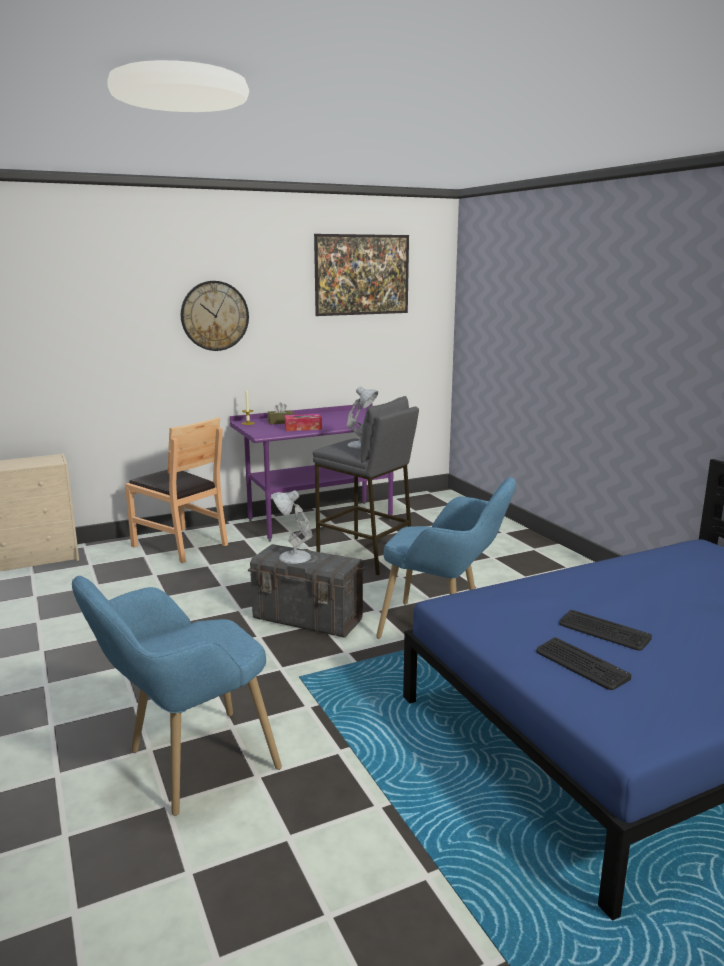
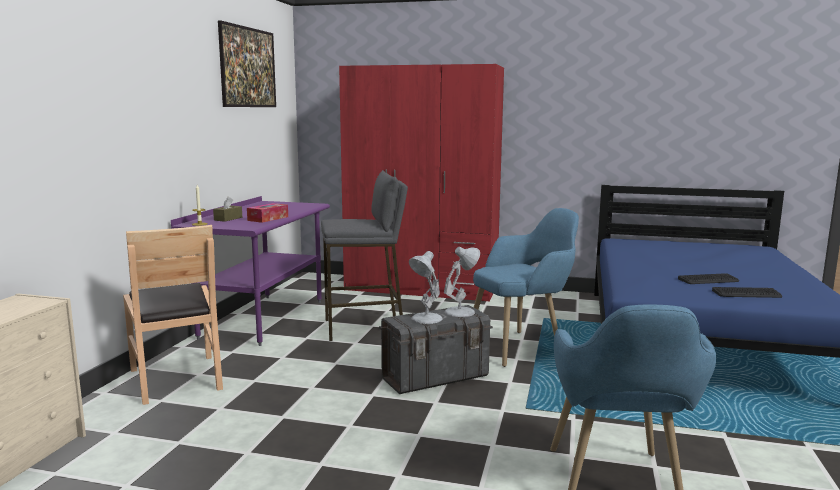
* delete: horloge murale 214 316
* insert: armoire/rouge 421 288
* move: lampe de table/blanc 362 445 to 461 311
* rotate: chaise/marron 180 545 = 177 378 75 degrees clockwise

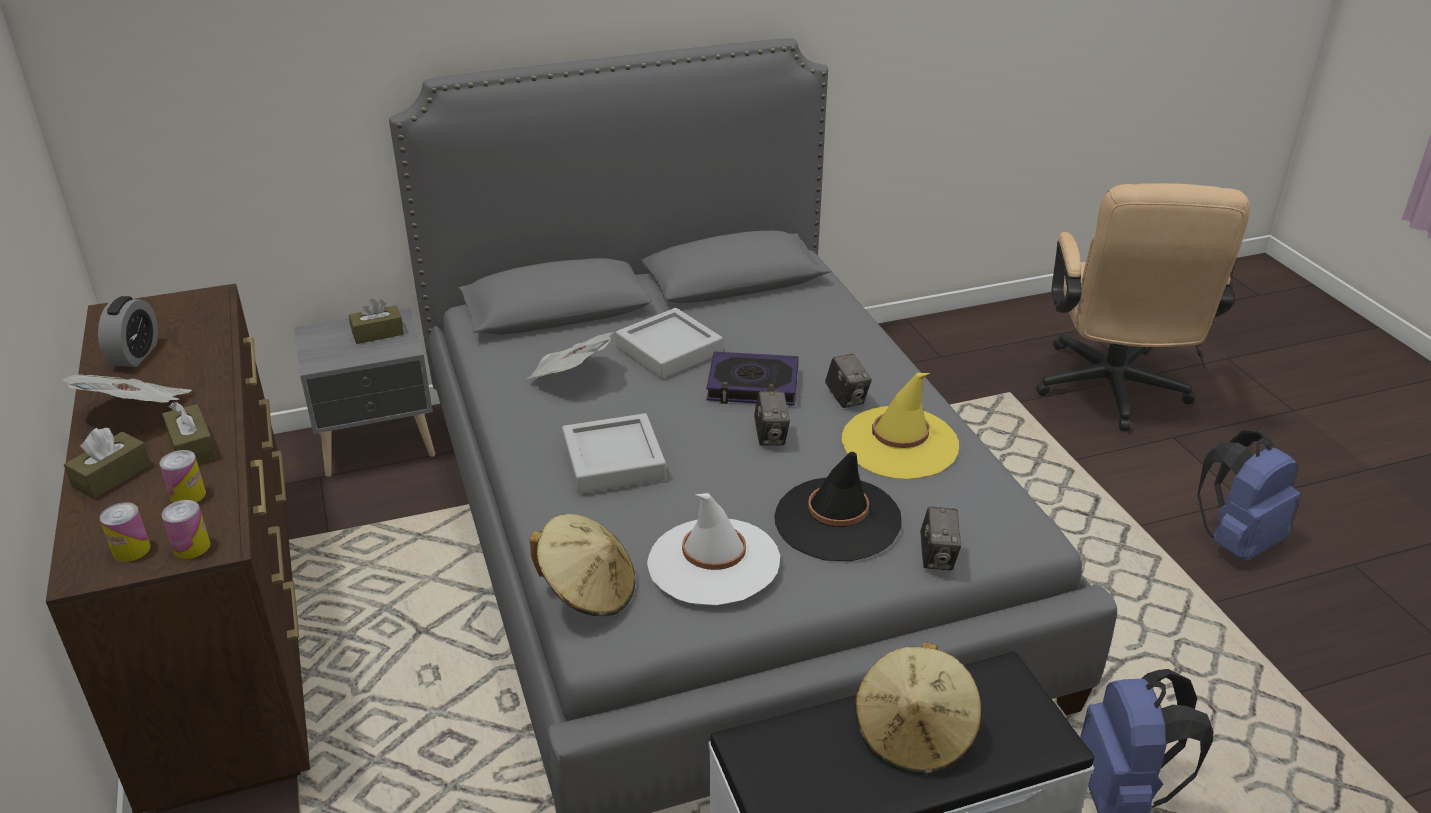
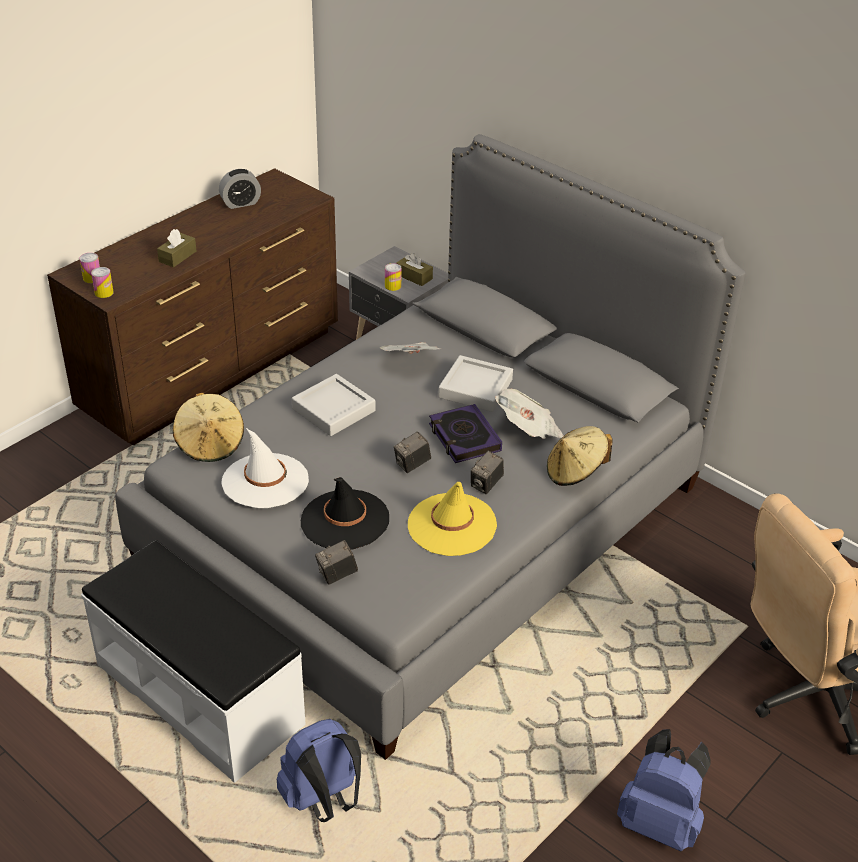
* delete: boîte à mouchoirs/marron 112 476
* move: journal 137 412 to 528 429
* move: boîte métallique 188 495 to 393 286
* move: chapeau/beige 915 735 to 575 472

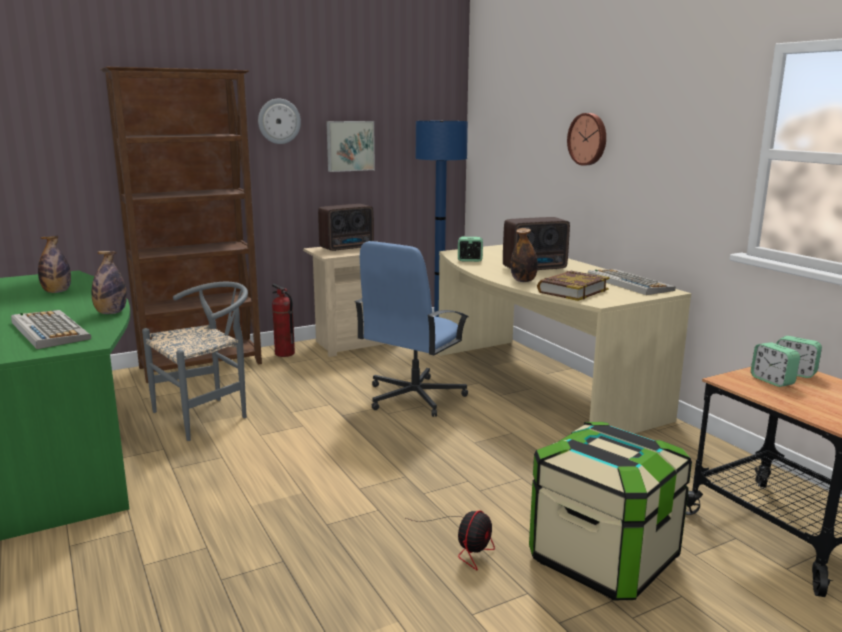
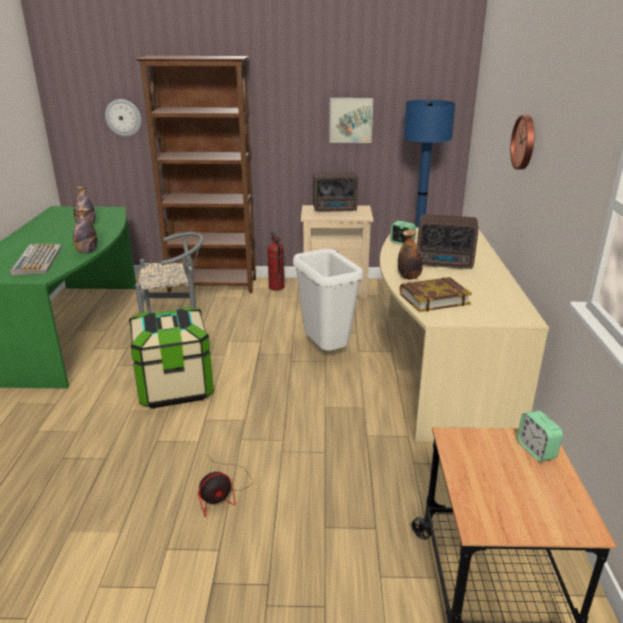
* delete: clavier 628 283
* delete: réveil 772 381
* move: horloge murale 279 121 to 123 117
* move: boîte de rangement 603 559 to 175 387
* replace: chaise de bureau/bleu 413 397 to poubelle/blanc 325 351

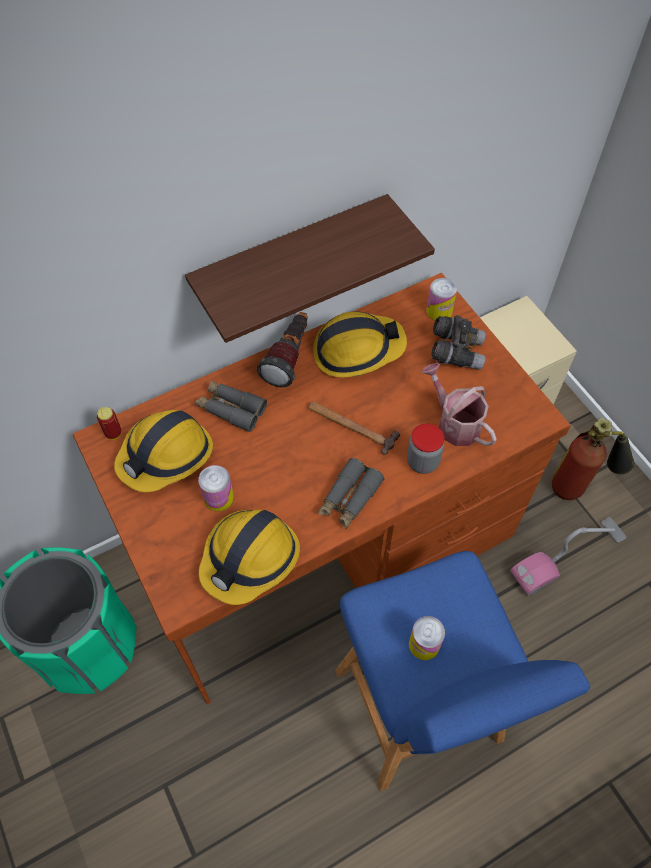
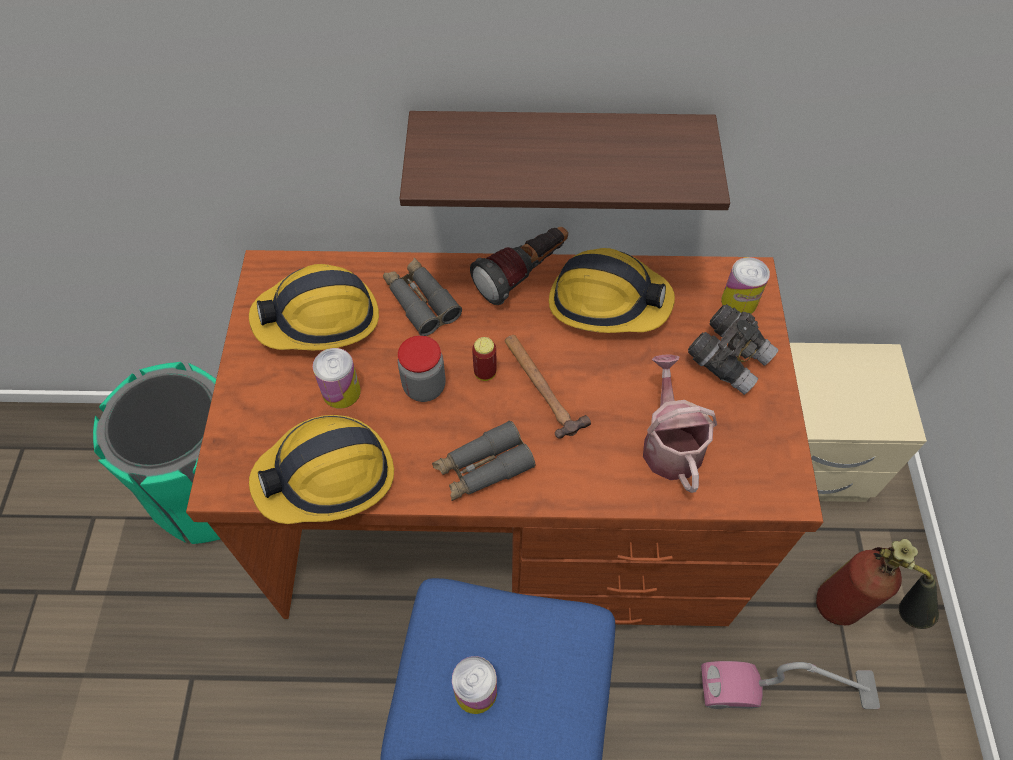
* move: boîte métallique 113 433 to 485 372
* move: bocal 422 461 to 424 387

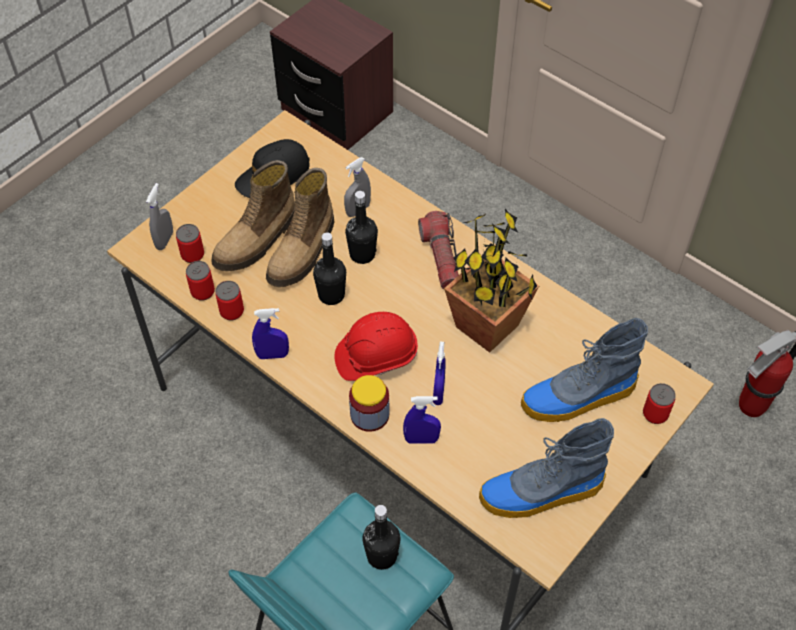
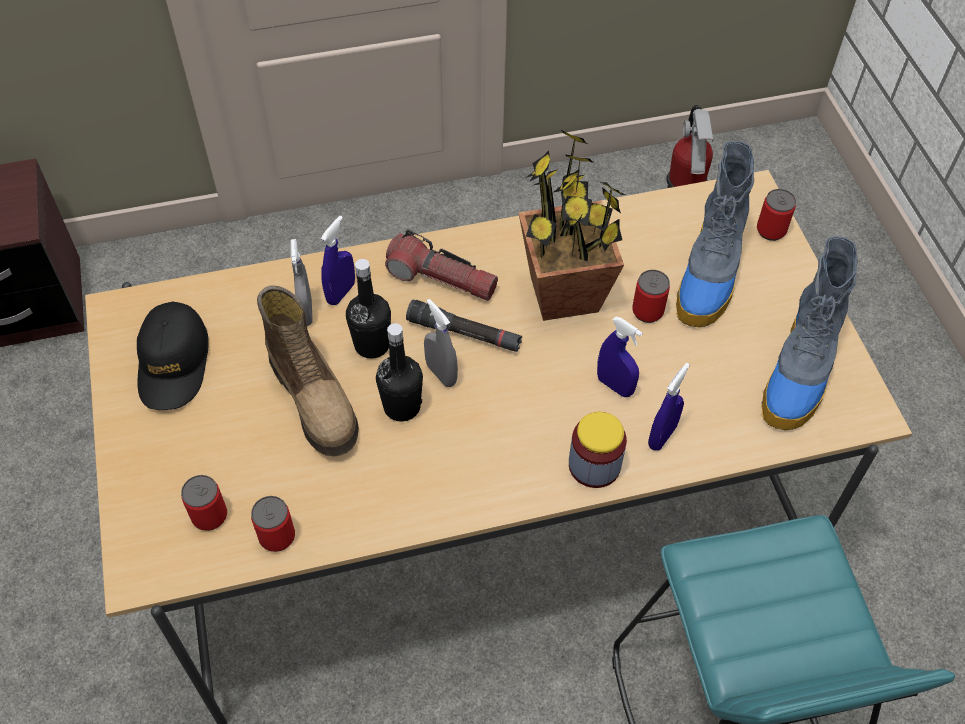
* delete: botte 257 240
* delete: casque de chantier/rouge 376 356
* delete: bouteille/noir 382 556
* insert: lampe de poche/noir 464 333
* move: vaporisateur/gris 164 240 to 441 374
* move: boîte métallique 232 311 to 647 311
* move: vaporisateur/bleu 272 355 to 341 293

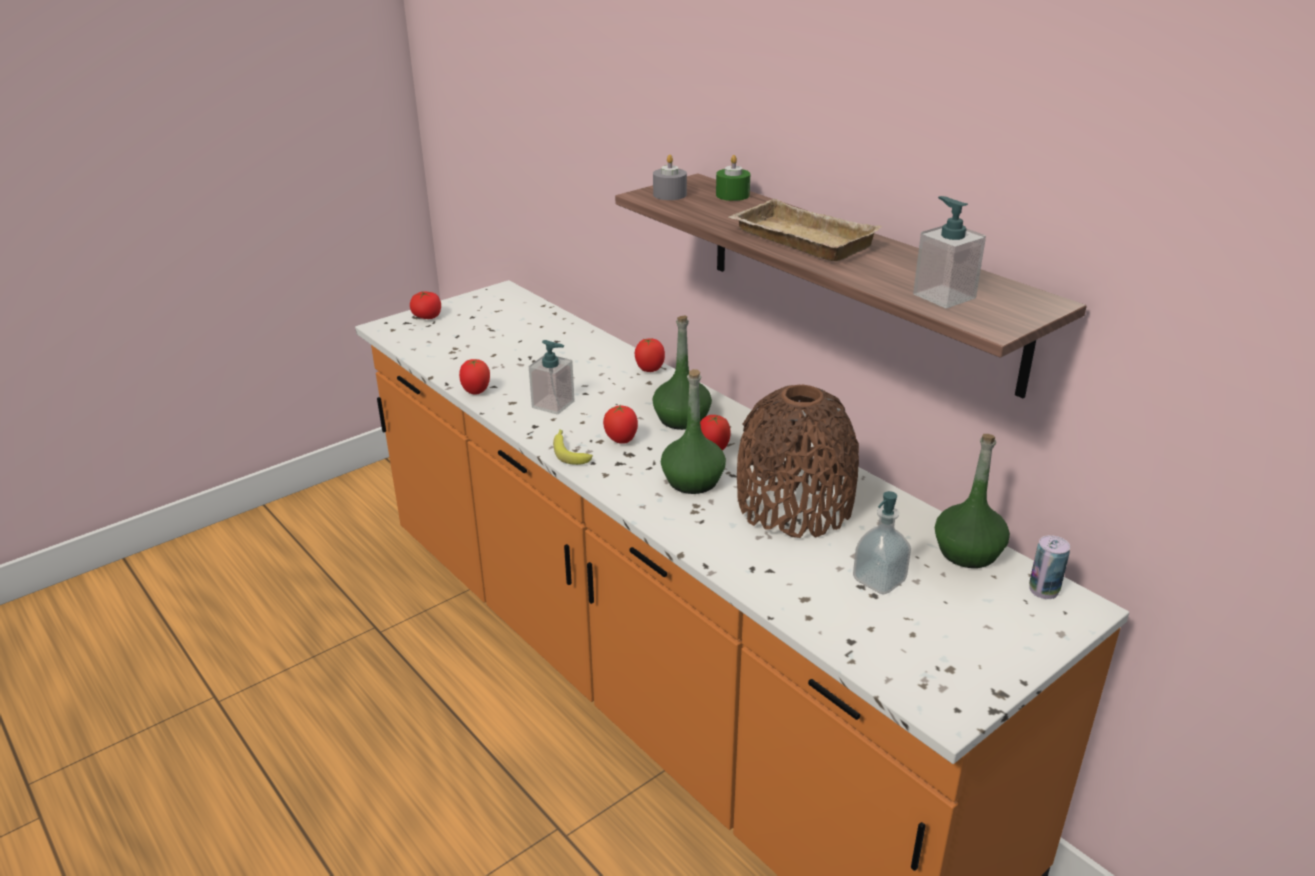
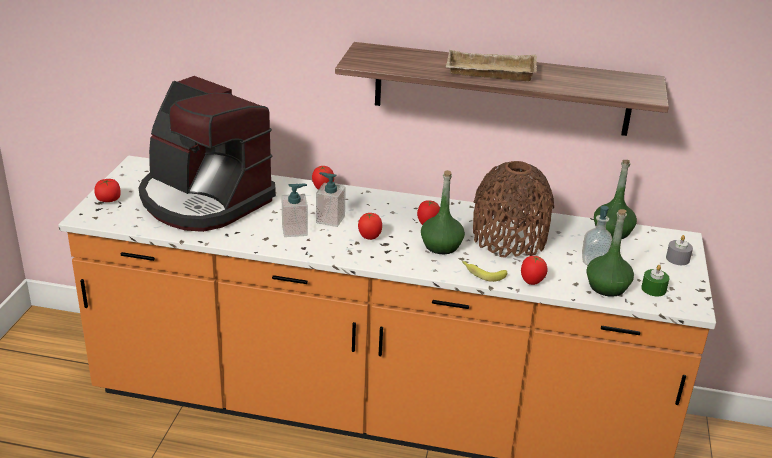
* delete: boîte métallique 1043 590
* insert: machine à café 204 200
* move: tomate 476 392 to 531 282
* move: banane 569 451 to 482 273
* move: bougie/gris 669 194 to 677 259
* move: bouteille/vert 681 419 to 607 287
* move: bougie/vert 732 195 to 653 289
* move: distributeur de savon 944 296 to 330 219

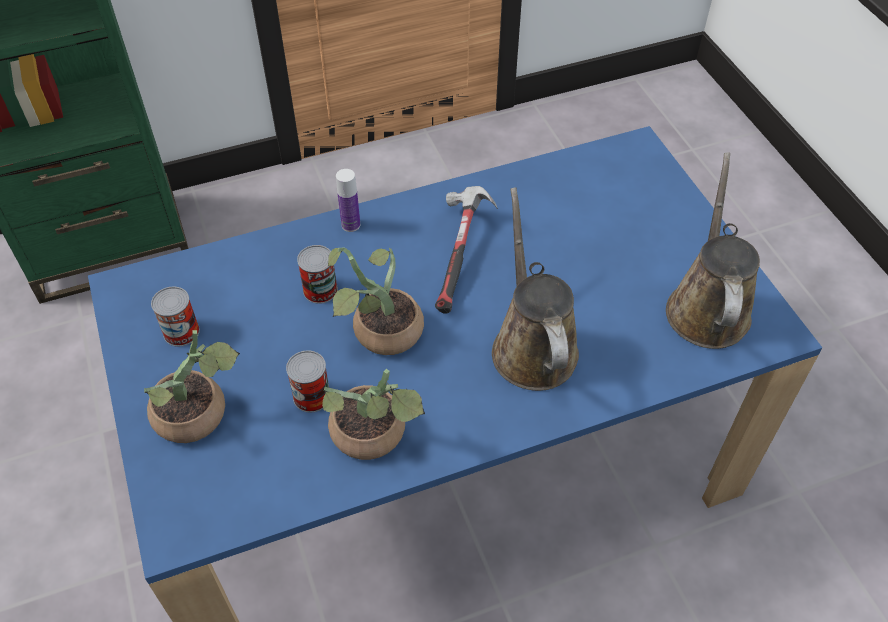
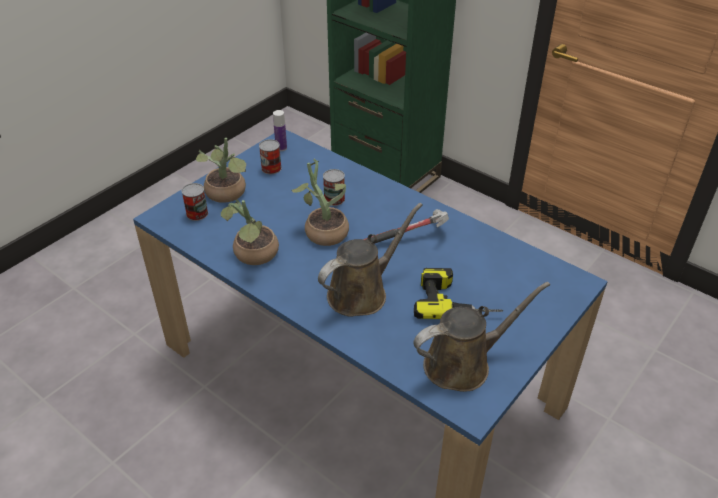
* insert: perceuse 456 300
* move: boîte métallique 312 396 to 197 213
* move: bouteille 351 225 to 281 148

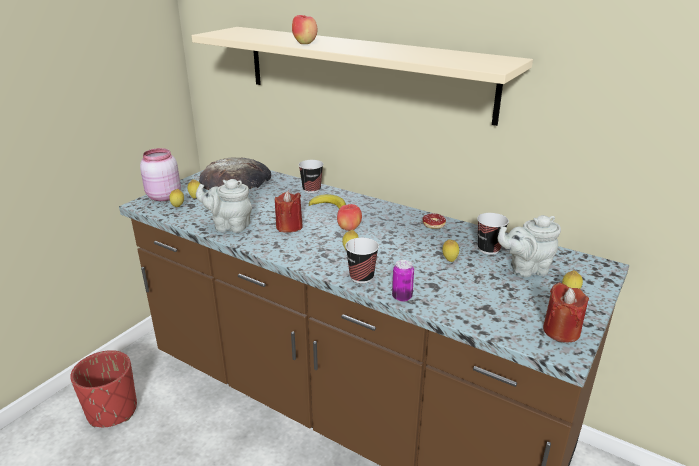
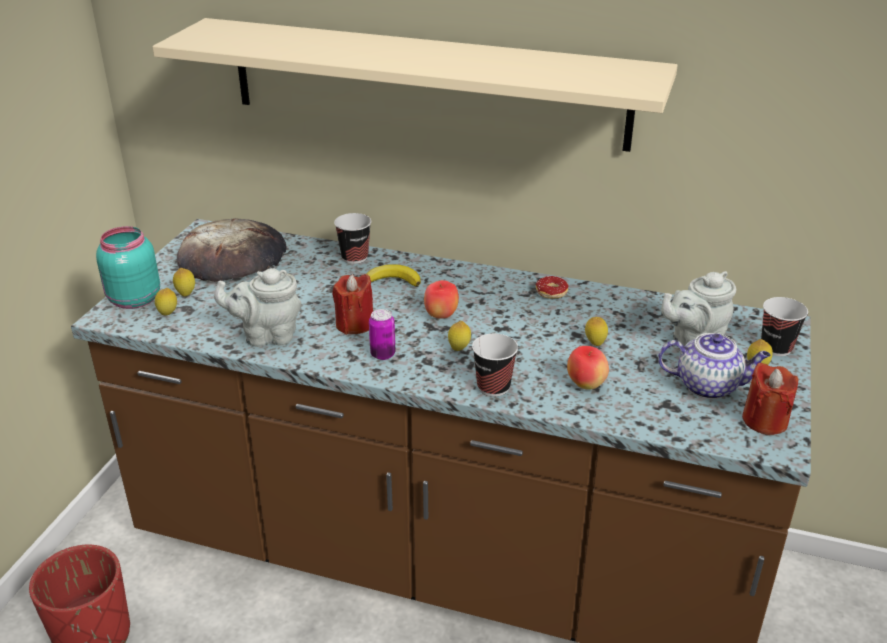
* insert: théière 709 386
* move: pomme 305 44 to 586 385
* move: boîte métallique 402 297 to 383 354
* move: tasse 488 249 to 776 348
* recolor: bocal/rose 163 197 to bocal/turquoise 133 300

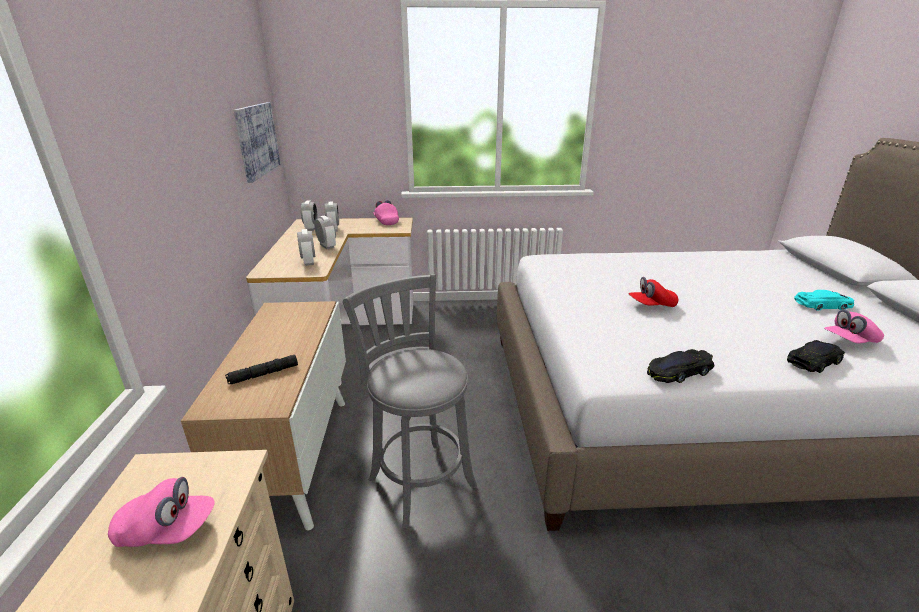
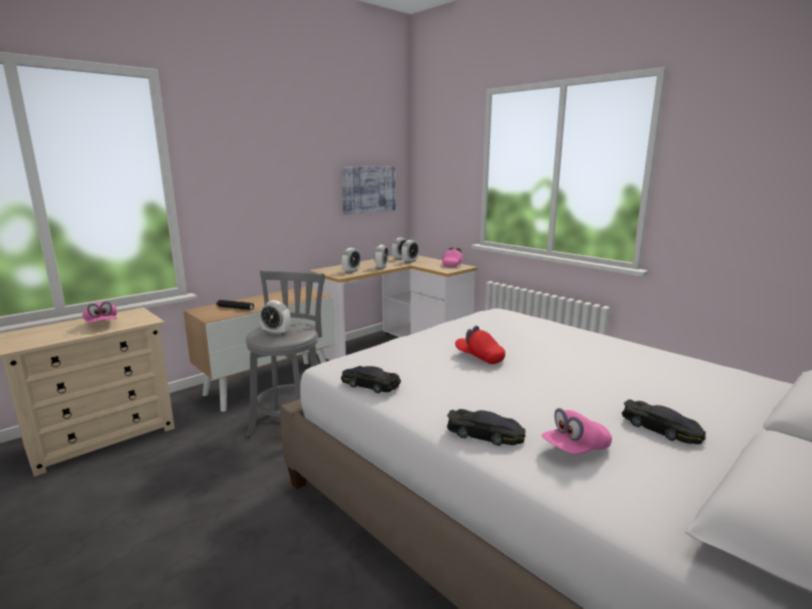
* insert: réveil 276 333
* recolor: petite voiture/turquoise 823 305 to petite voiture/noir 661 428
* rotate: casquette/rose 849 341 = 575 449 60 degrees counterclockwise

